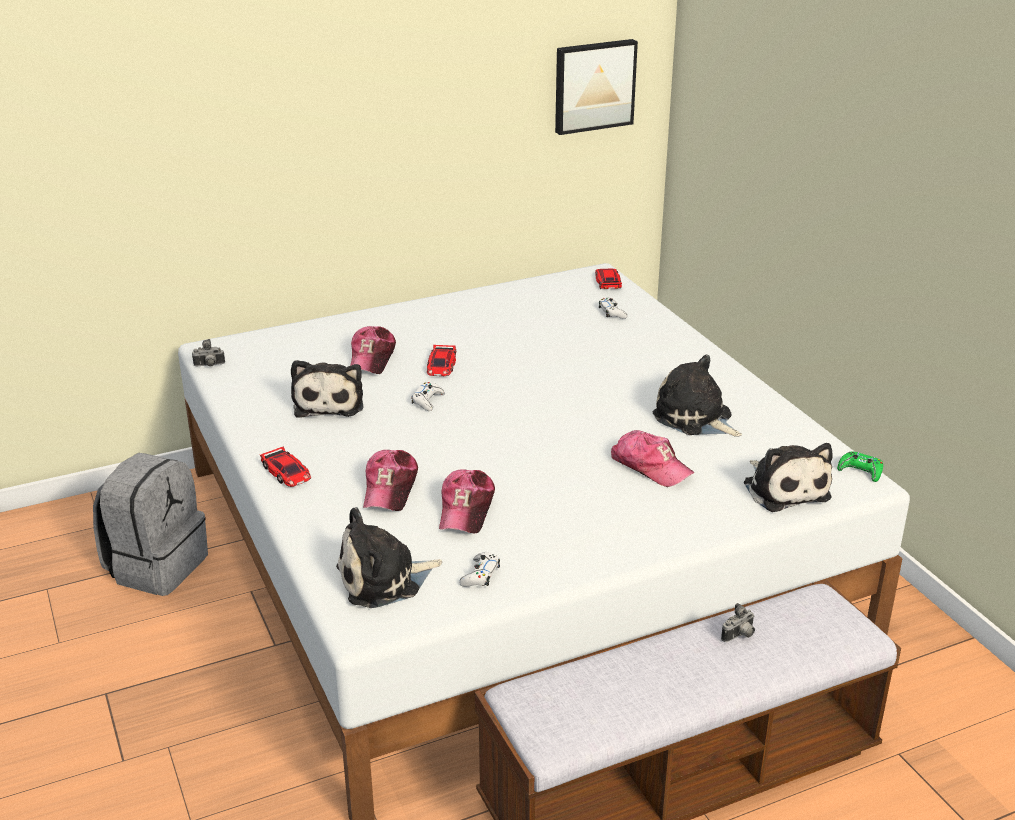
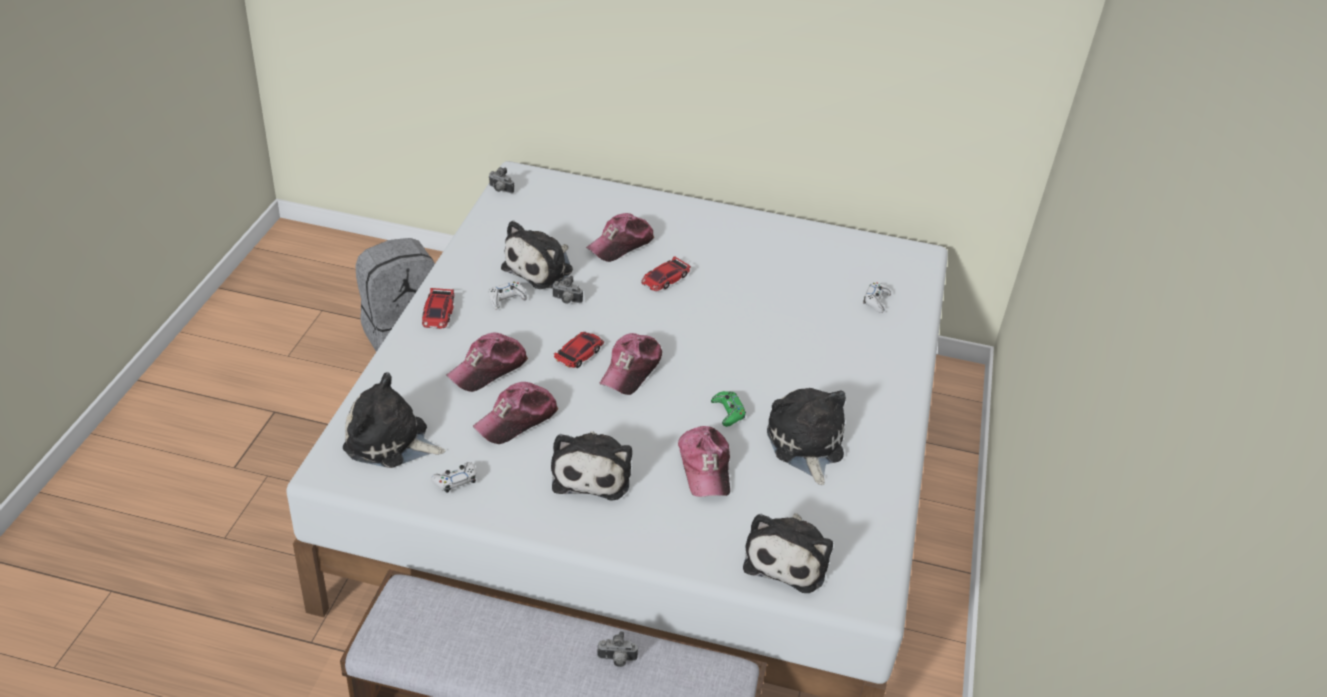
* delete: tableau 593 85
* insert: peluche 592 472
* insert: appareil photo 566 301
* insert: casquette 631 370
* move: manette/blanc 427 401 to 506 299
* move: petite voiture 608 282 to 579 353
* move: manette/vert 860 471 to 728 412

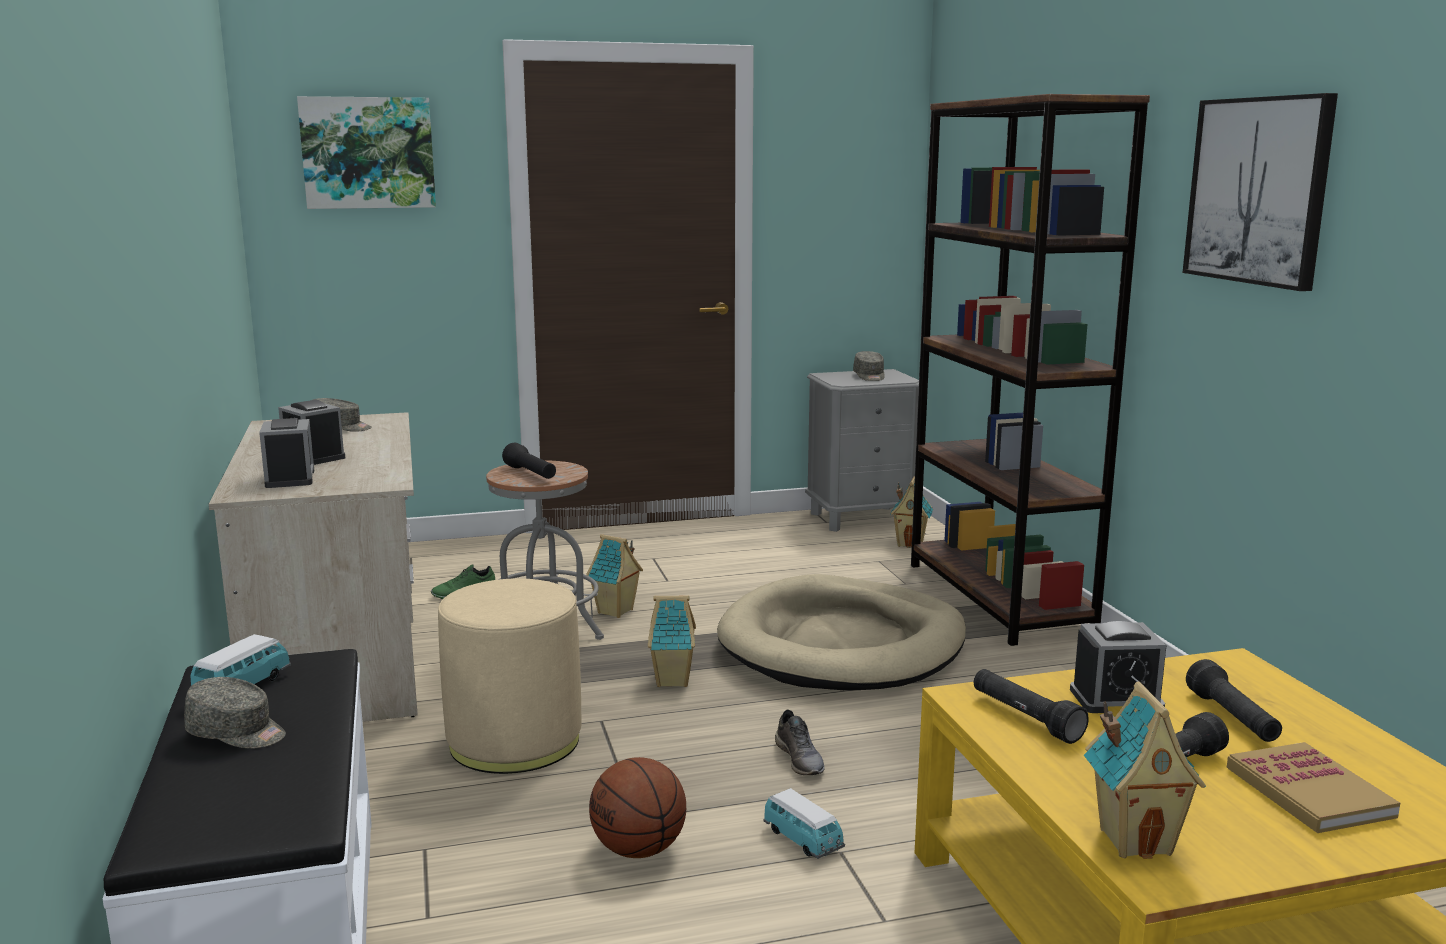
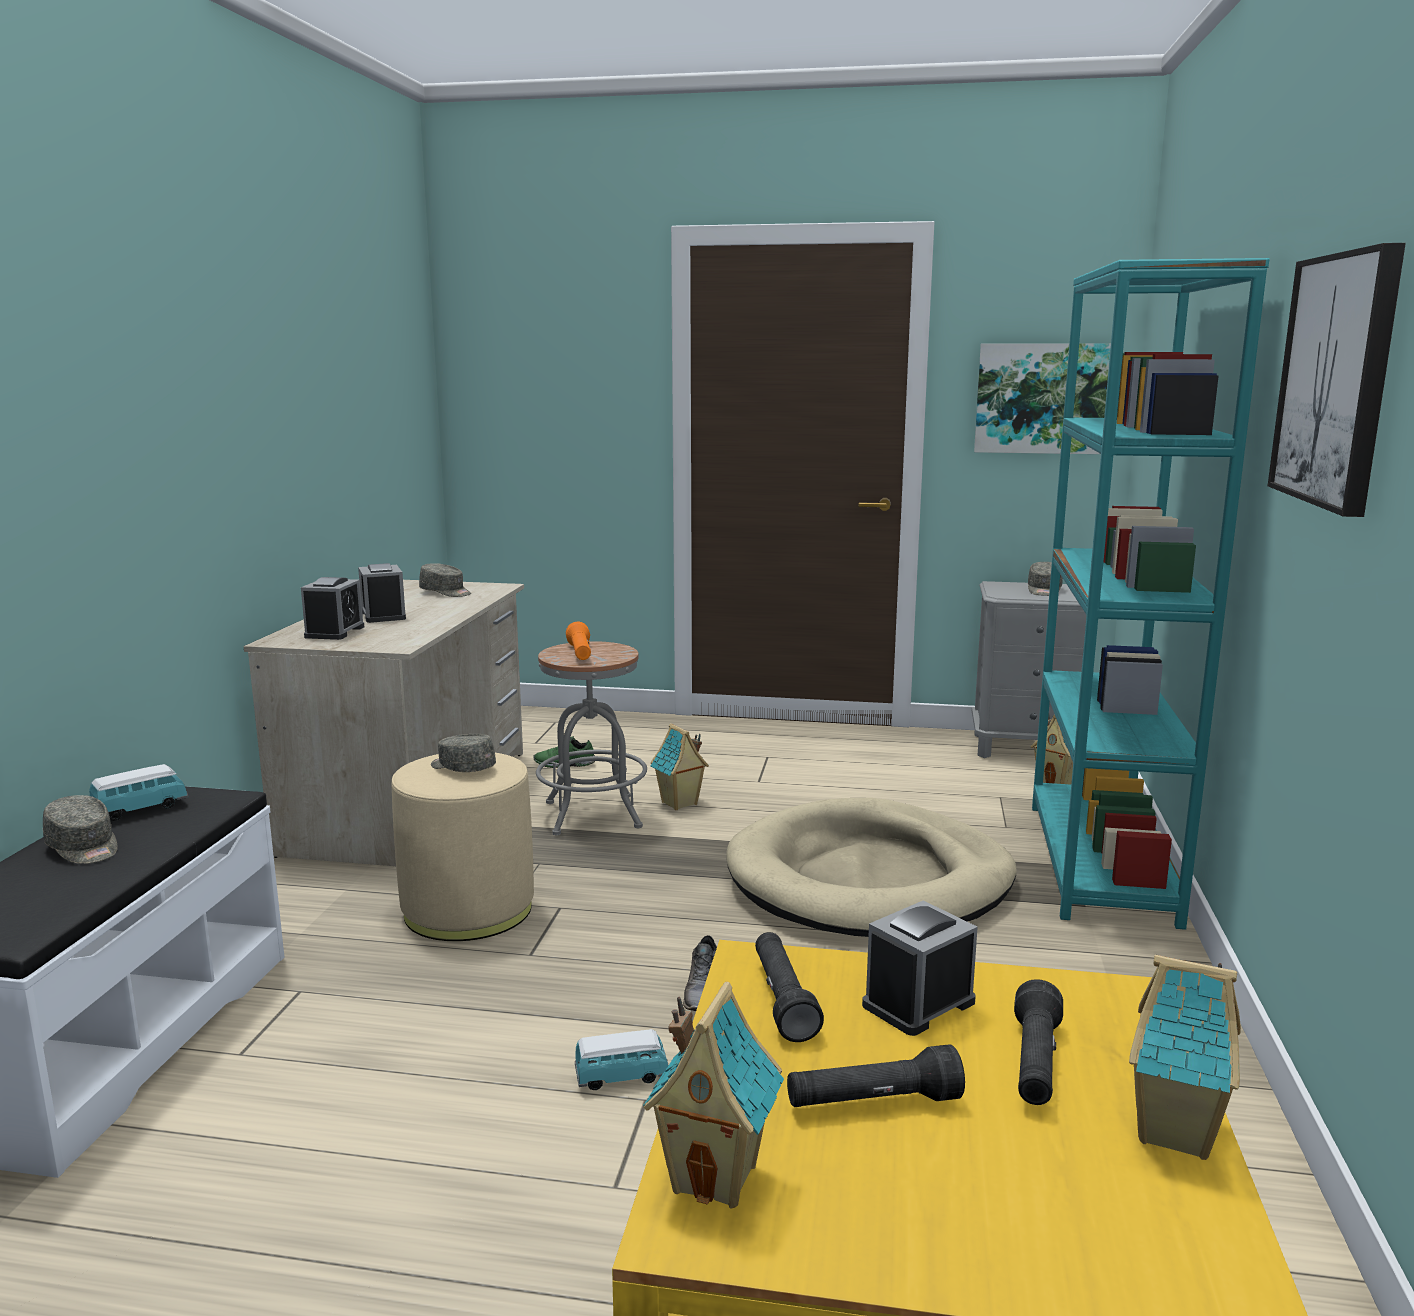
* delete: ballon de basket 639 850
* delete: livre 1308 792
* insert: casquette/gris 462 768
* move: tableau 368 153 to 1040 398
* move: maison miniature 674 680 to 1177 1134
* recolor: lampe de poche/noir 531 474 to lampe de poche/orange 580 654
* recolor: bibliothèque/marron 998 598 to bibliothèque/turquoise 1100 862
* rotate: petite voiture 803 840 = 622 1076 90 degrees counterclockwise
* rotate: réveil 1116 699 = 918 1003 120 degrees clockwise

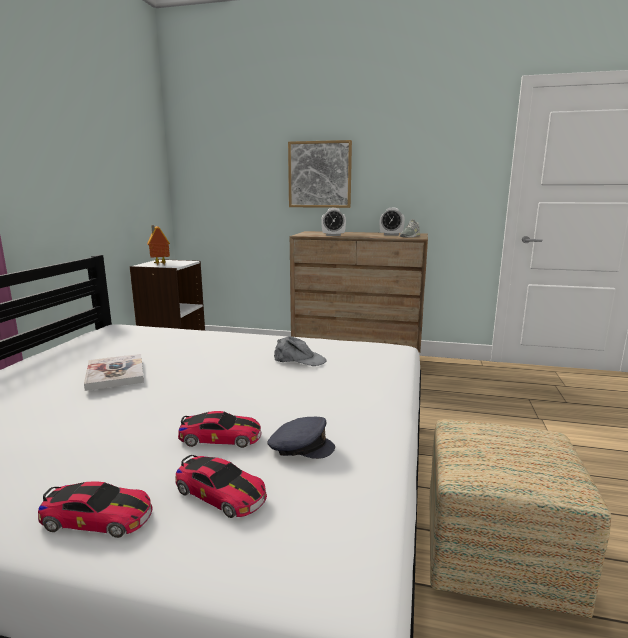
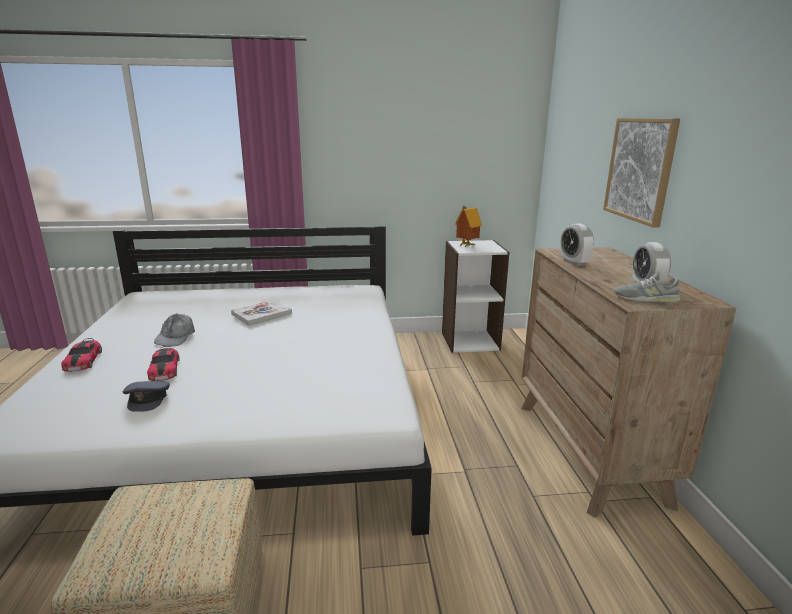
* delete: petite voiture 220 493
* move: casquette/gris 299 360 to 175 336

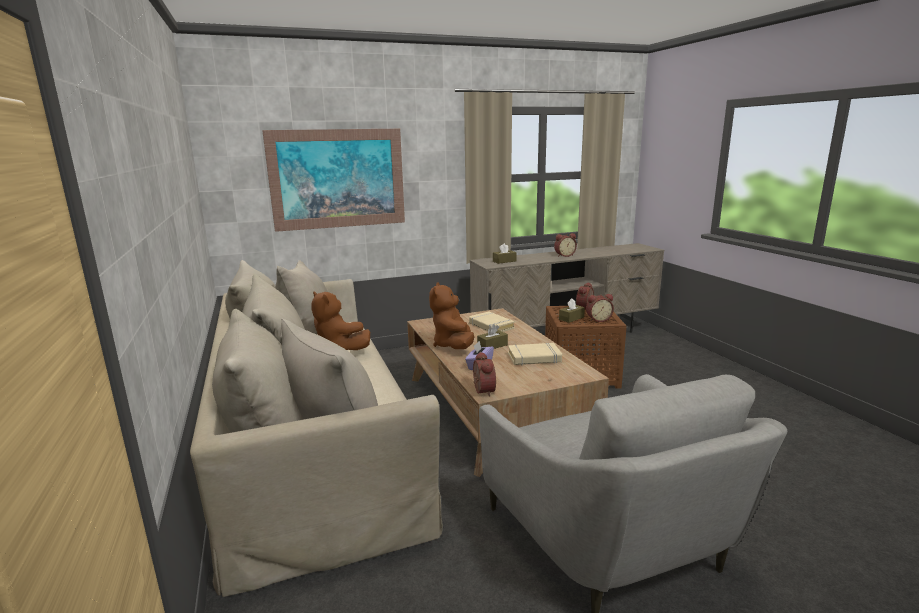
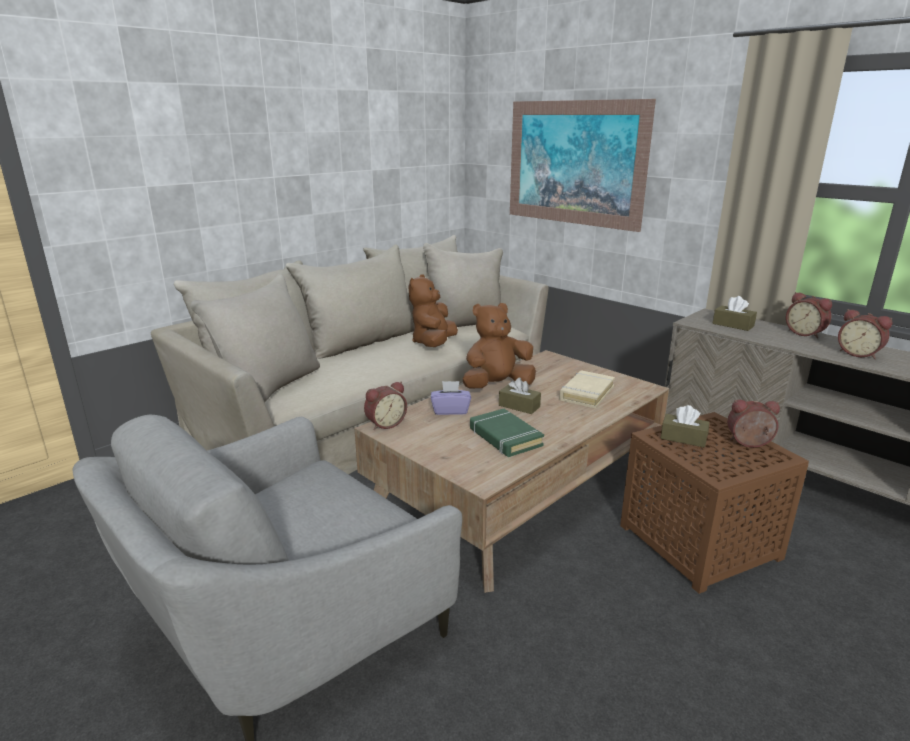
* move: réveil 598 319 to 805 333
* recolor: livre/beige 534 358 to livre/vert 505 437

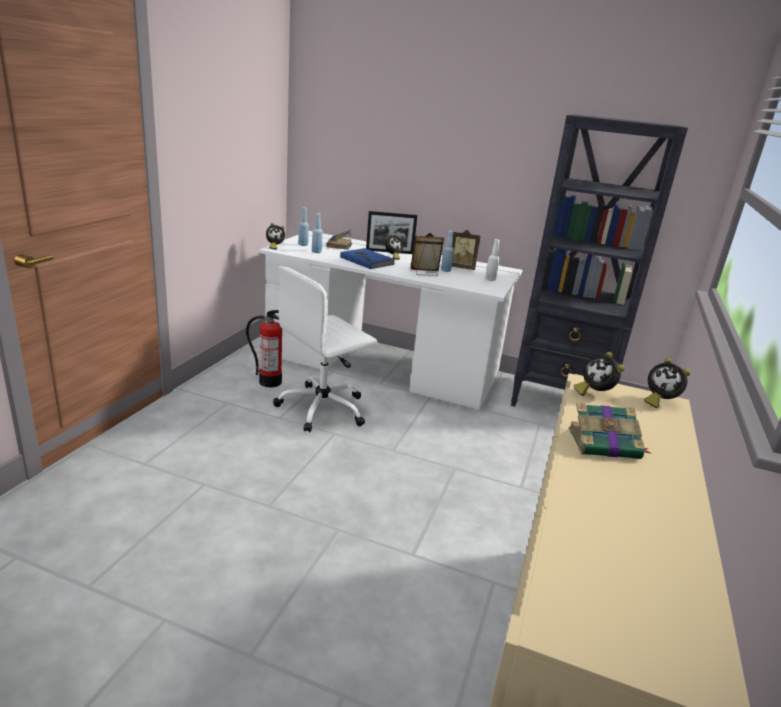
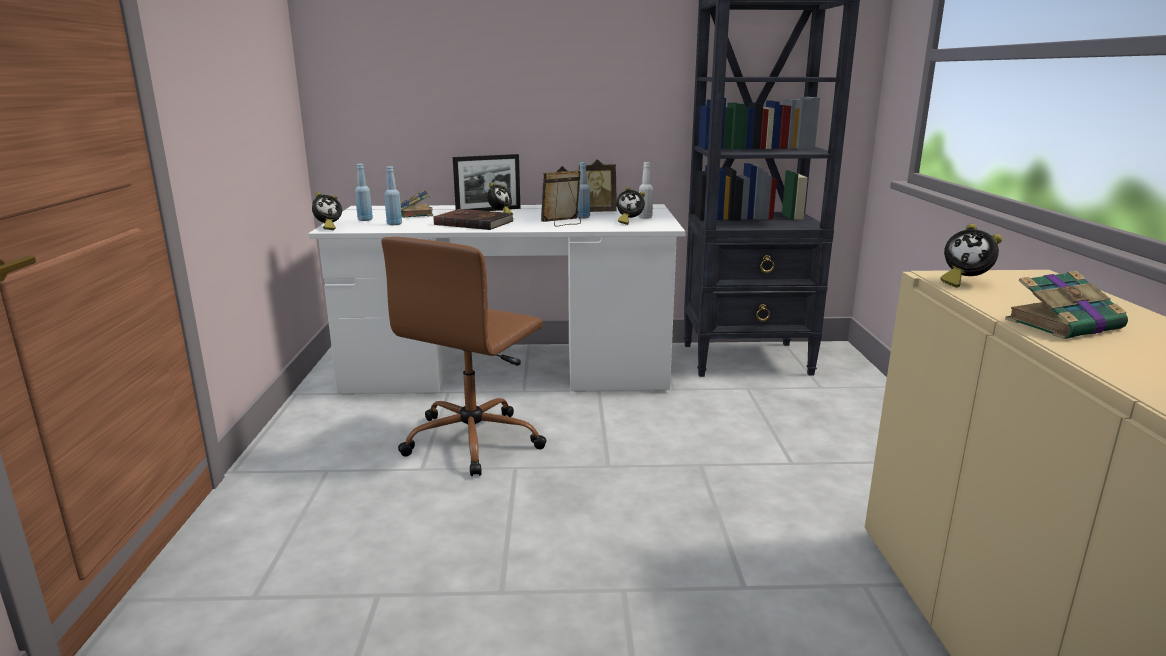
* delete: extincteur 270 382
* move: réveil 658 401 to 629 222
* recolor: chaise de bureau/blanc 323 408 to chaise de bureau/marron 474 440
* recolor: livre/bleu 367 261 to livre/marron 474 222

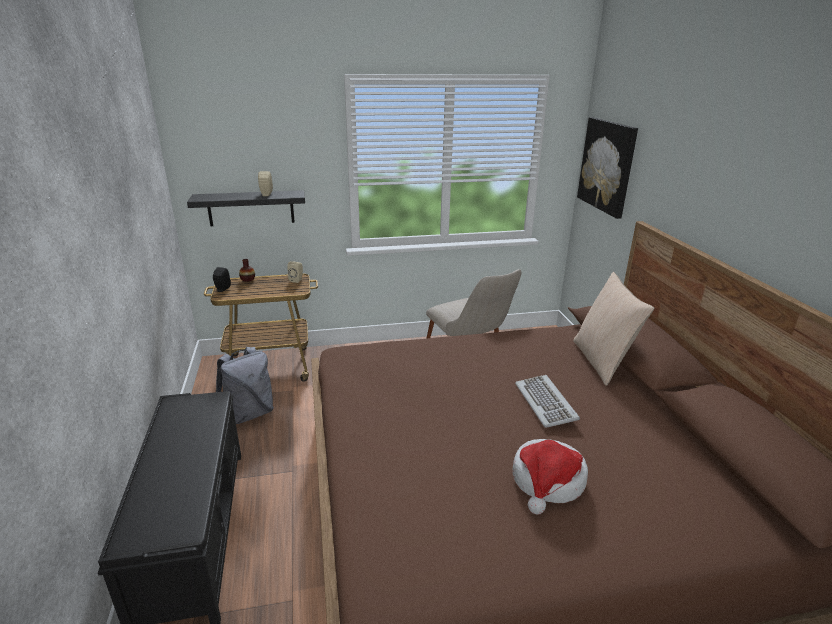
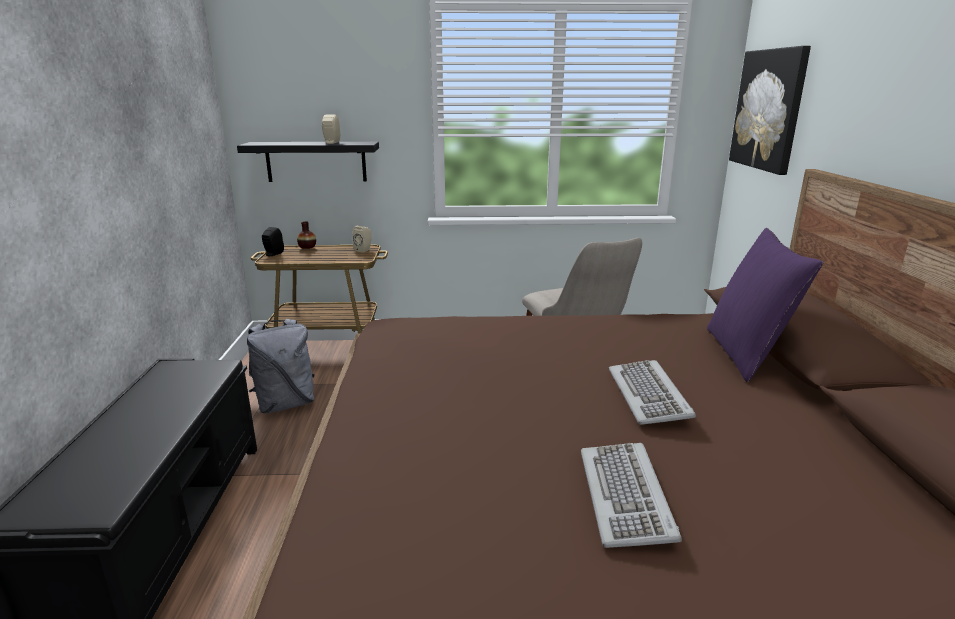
* replace: chapeau 547 482 to clavier 626 496
* recolor: coussin/beige 602 361 to coussin/violet 746 354

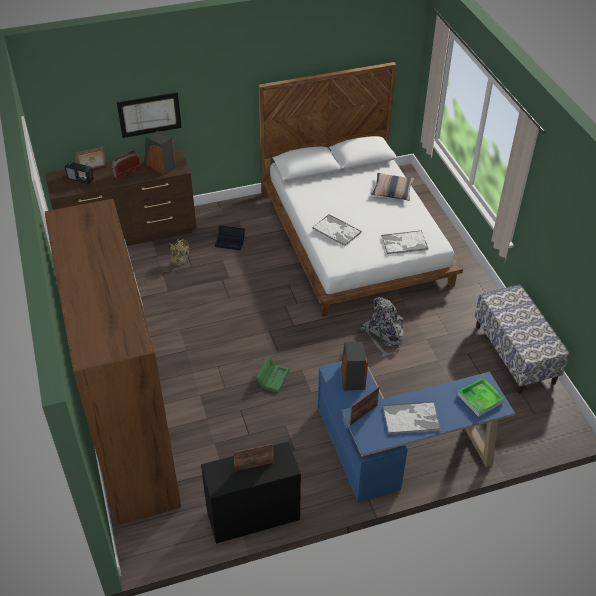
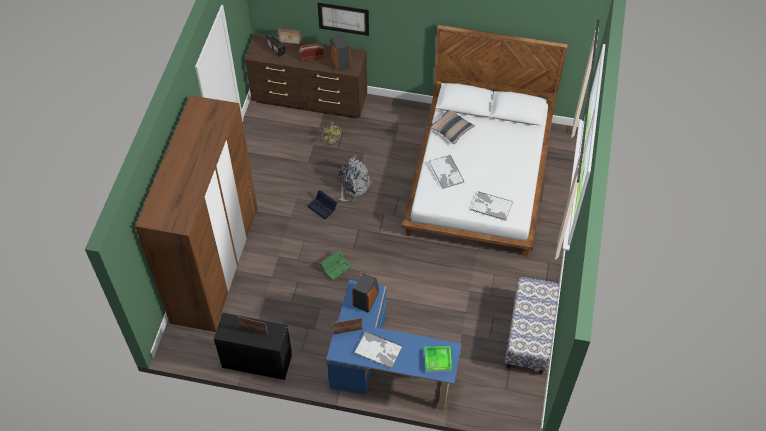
* move: boîte de rangement/noir 231 242 to 323 207
* move: sac à dos/gris 384 335 to 353 185
* move: coussin 392 191 to 451 129

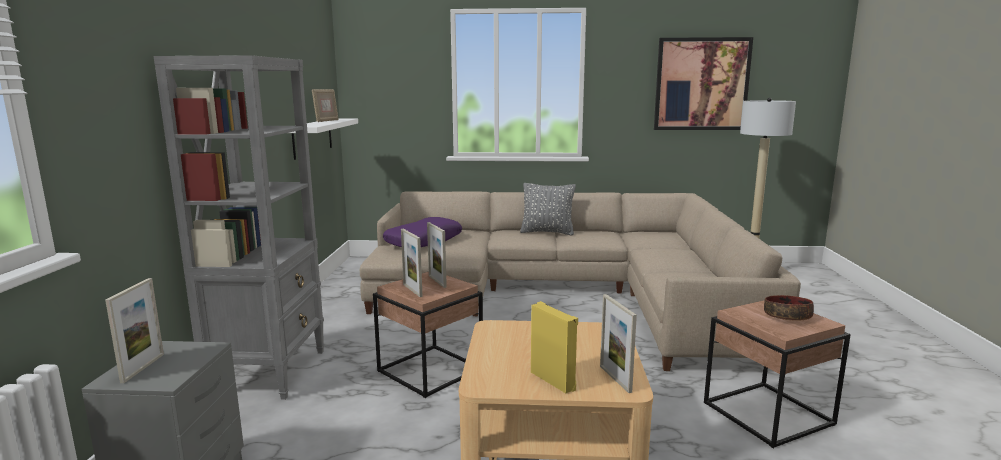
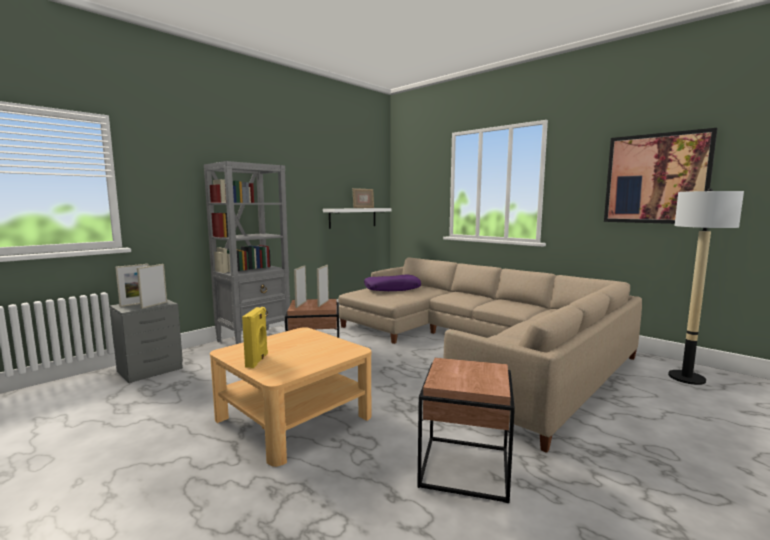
* delete: coussin/gris 547 232
* delete: bol 787 317
* move: cadre photo 615 379 to 154 305

